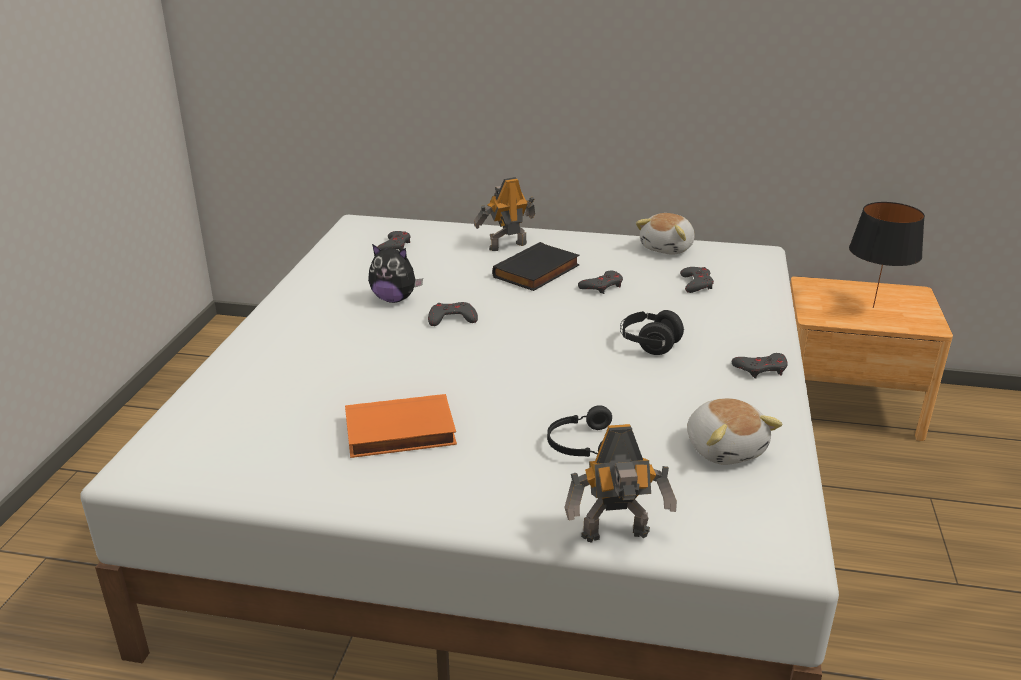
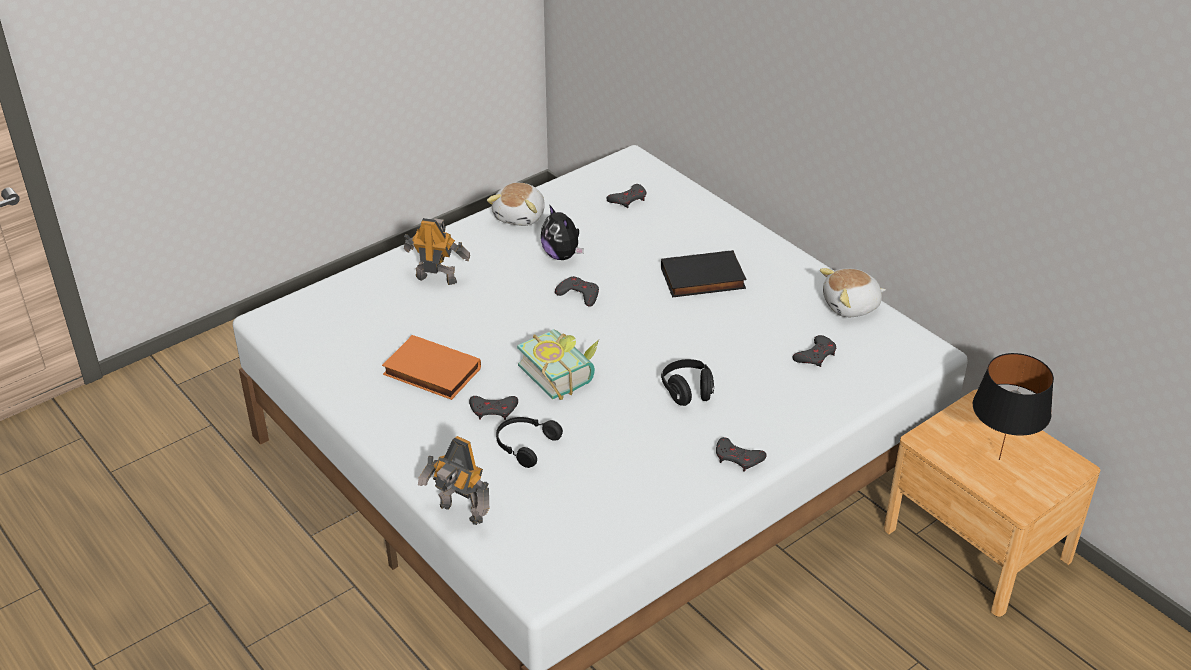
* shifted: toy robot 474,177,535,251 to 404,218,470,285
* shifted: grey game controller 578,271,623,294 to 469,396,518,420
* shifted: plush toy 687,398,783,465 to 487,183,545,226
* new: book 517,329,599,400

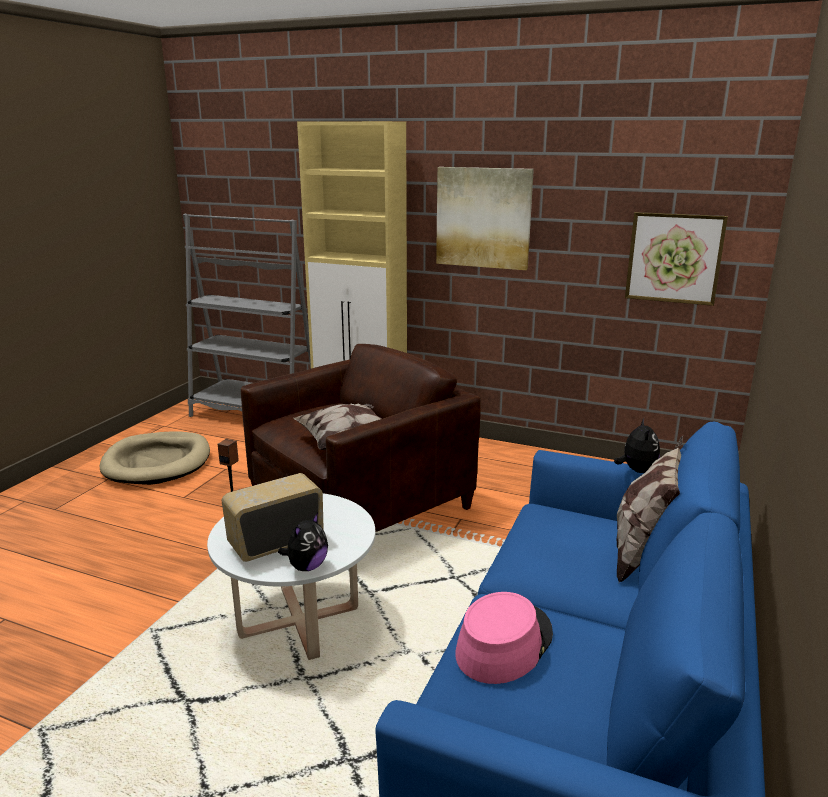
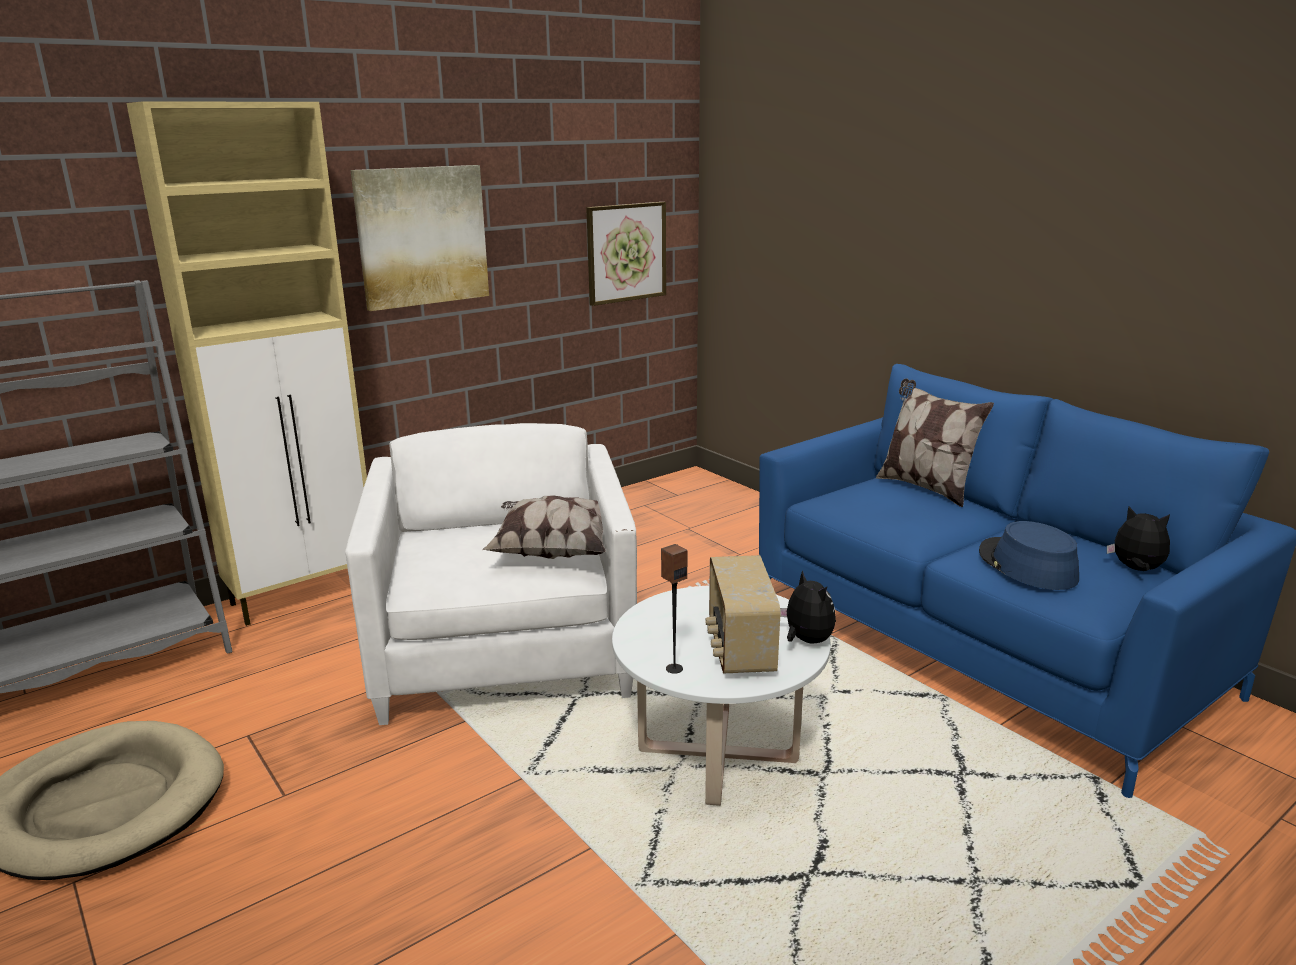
* repainted: brown armchair 241,344,481,532 to white armchair 345,423,637,725
* repainted: pink hat 455,592,553,684 to blue hat 979,521,1079,590
* shifted: plush toy 614,418,660,473 to 1107,507,1170,571

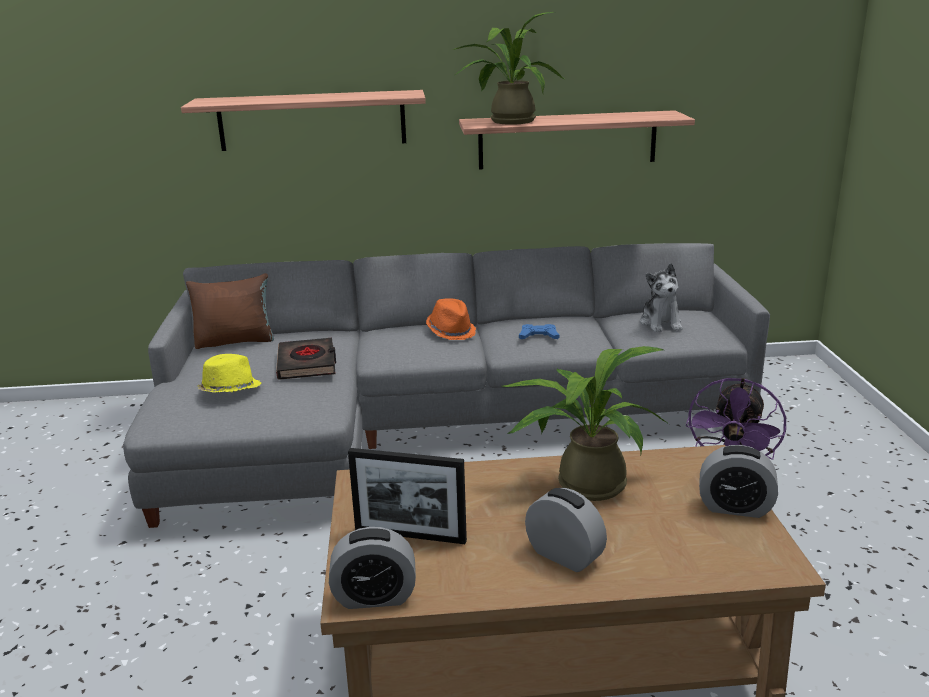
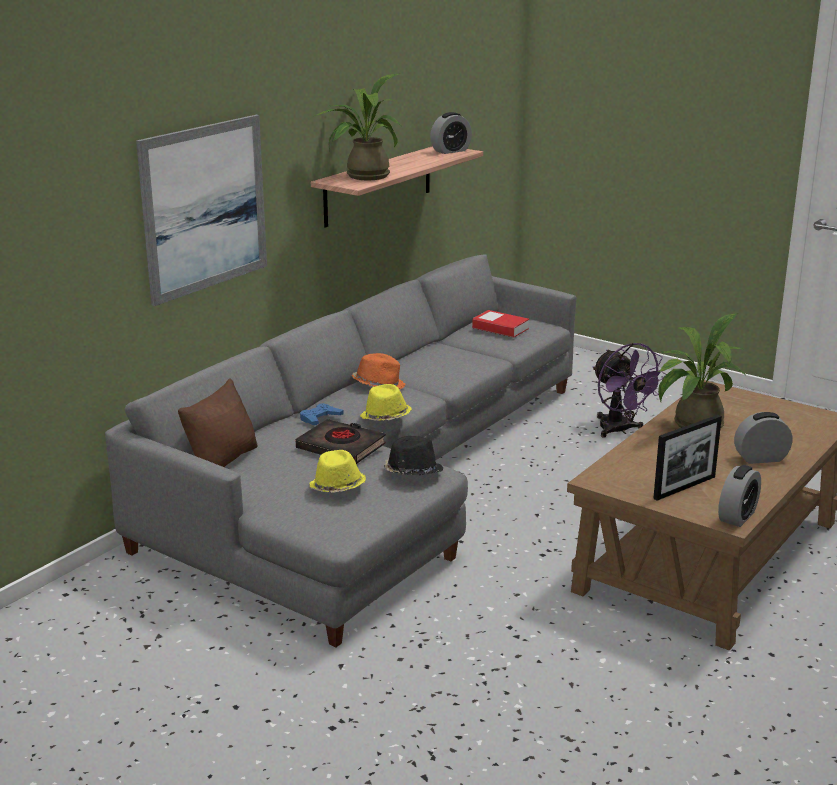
* swapped: shelf 181,90,426,151 to picture 136,115,267,306
* shifted: blue game controller 519,324,560,339 to 300,403,343,425
* new: yellow hat 360,384,412,421
* new: black hat 384,436,443,475
* shifted: alarm clock 699,445,778,518 to 430,112,472,154
* swapped: plush toy 640,263,683,332 to book 472,310,529,337

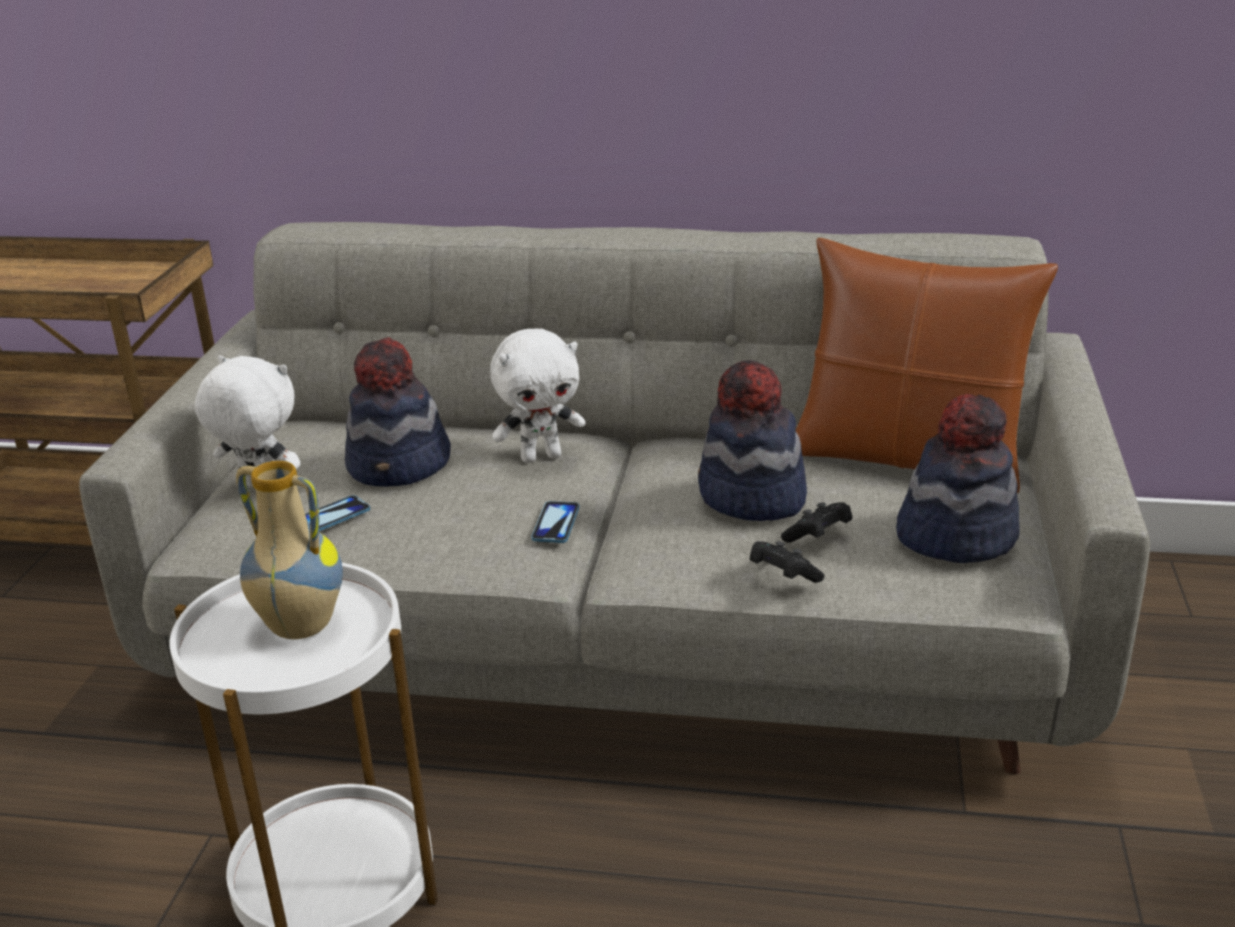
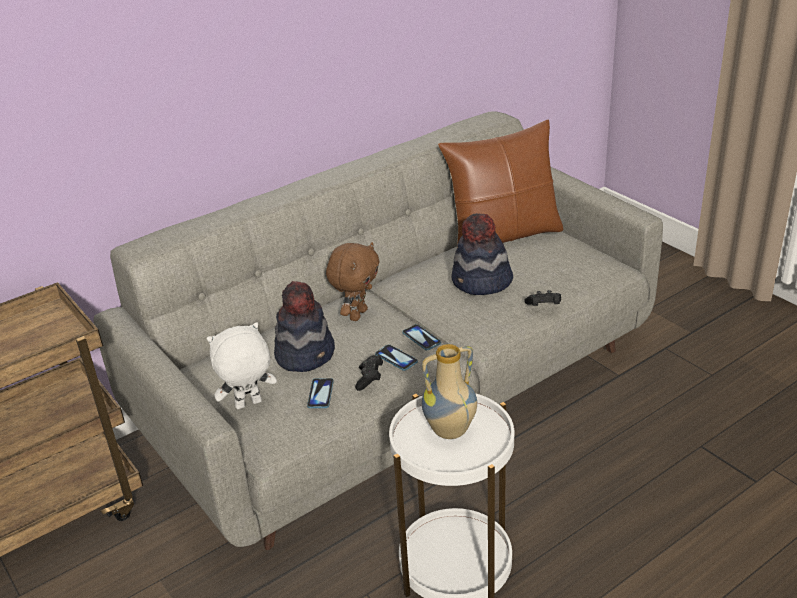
* repainted: white plush toy 490,329,585,463 to brown plush toy 326,242,379,321
* shifted: black game controller 781,502,852,543 to 355,355,383,391
* new: phone 375,344,418,371
* gone: hat 896,394,1020,563

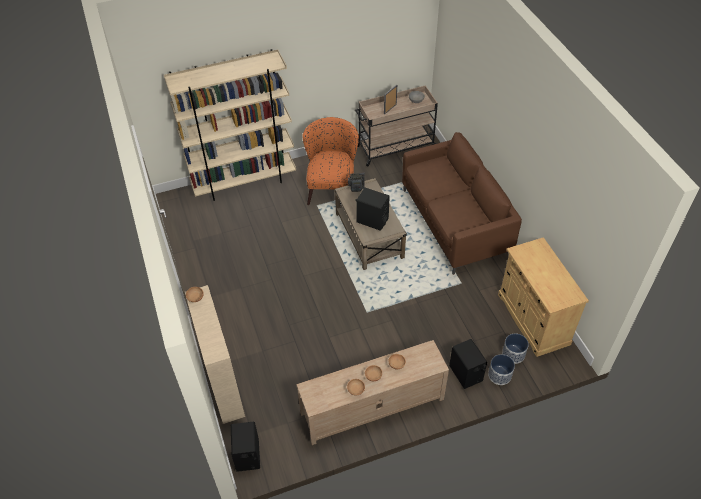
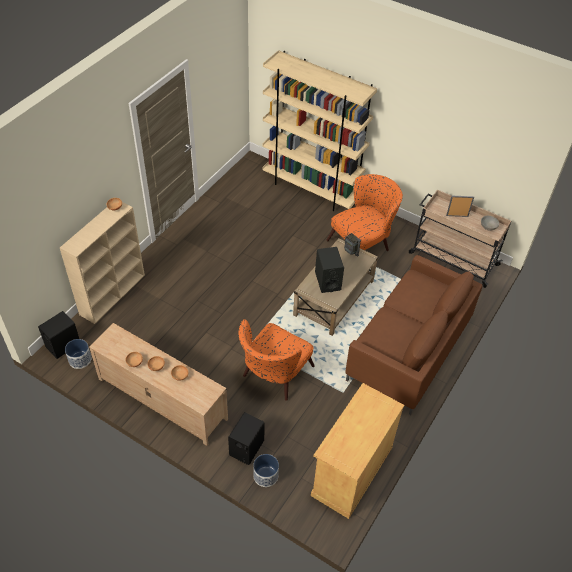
* shifted: planter 502,334,529,364 to 65,339,92,369
* new: orange armchair 239,319,315,401

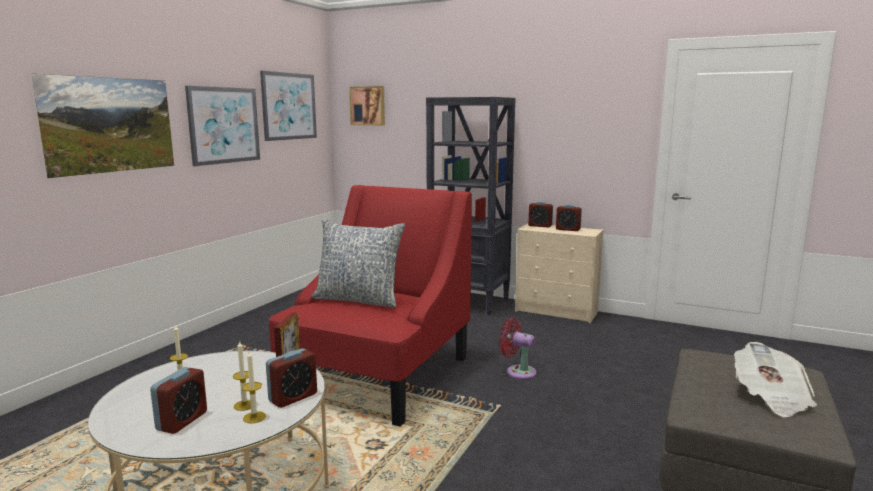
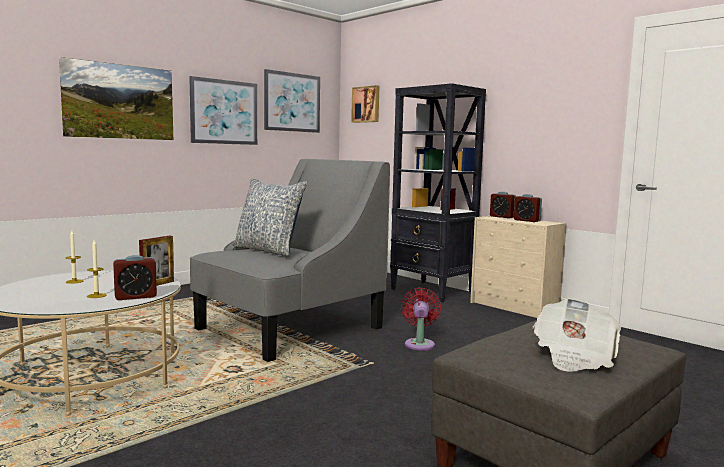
* repainted: red armchair 269,185,472,427 to grey armchair 190,159,390,362
* rotated: red fan 499,318,537,380 = 401,288,441,350 45 degrees clockwise
* gone: alarm clock 150,367,207,434
* gone: candle 242,351,266,423

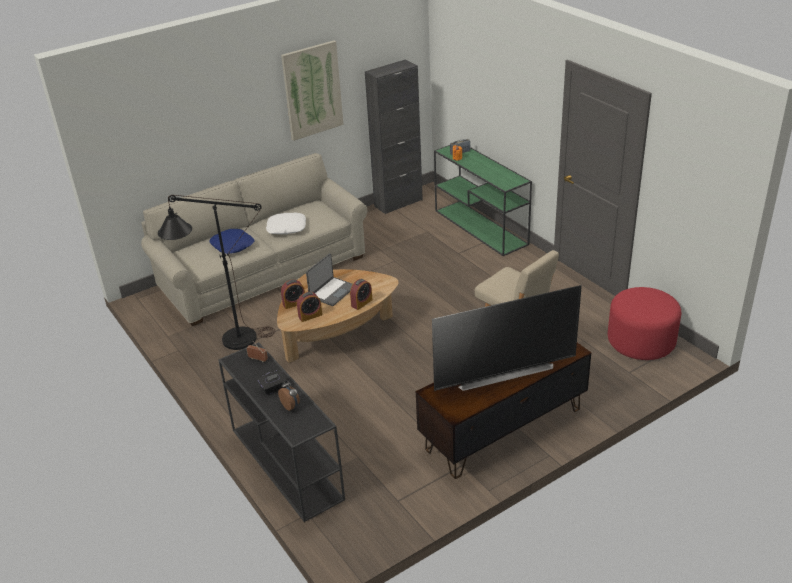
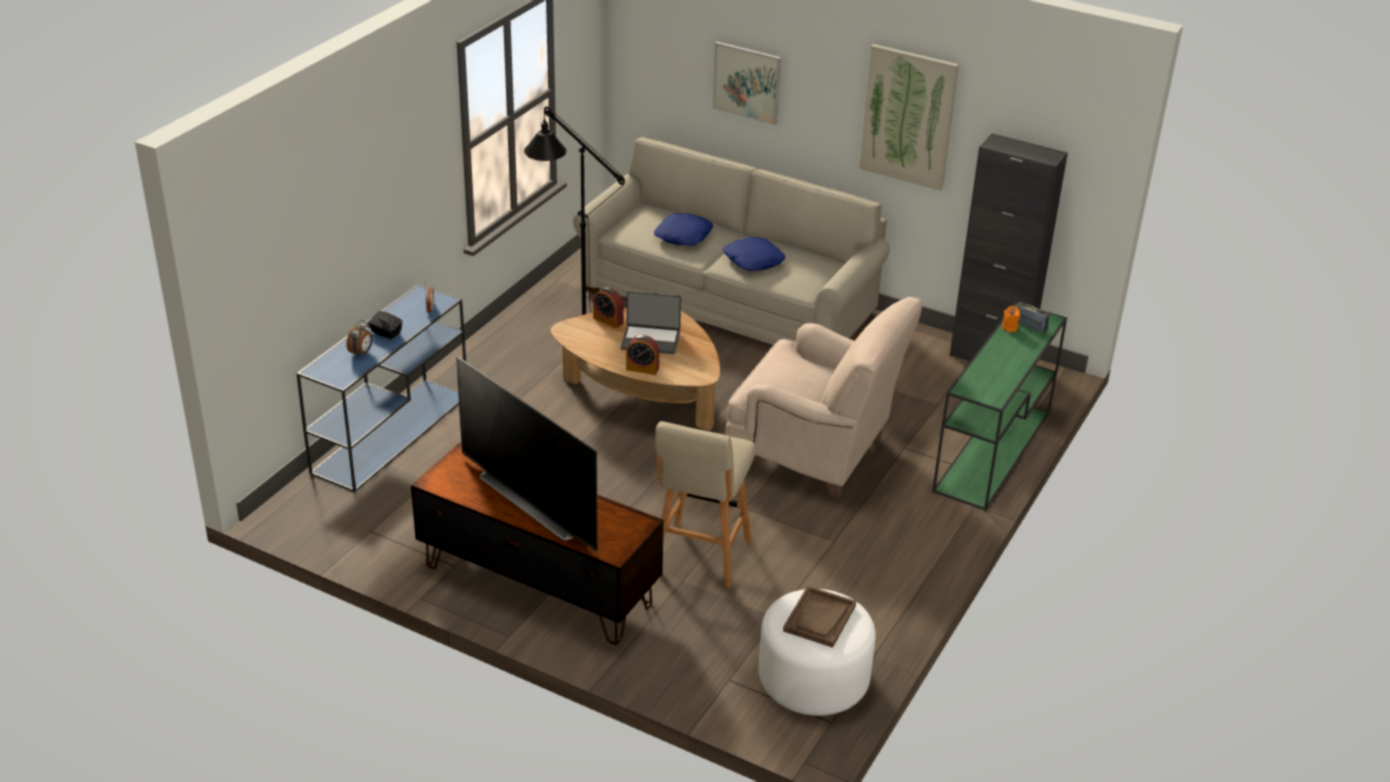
* repainted: black console table 218,342,345,522 to blue console table 296,284,466,492
* new: picture 712,41,782,125
* repainted: white pillow 266,212,306,234 to blue pillow 723,237,785,271
* new: beige armchair 726,297,923,499
* repainted: red ottoman 608,287,681,360 to white ottoman 759,589,876,716
* new: brown tray 783,586,856,648
* gone: alarm clock 297,292,322,322

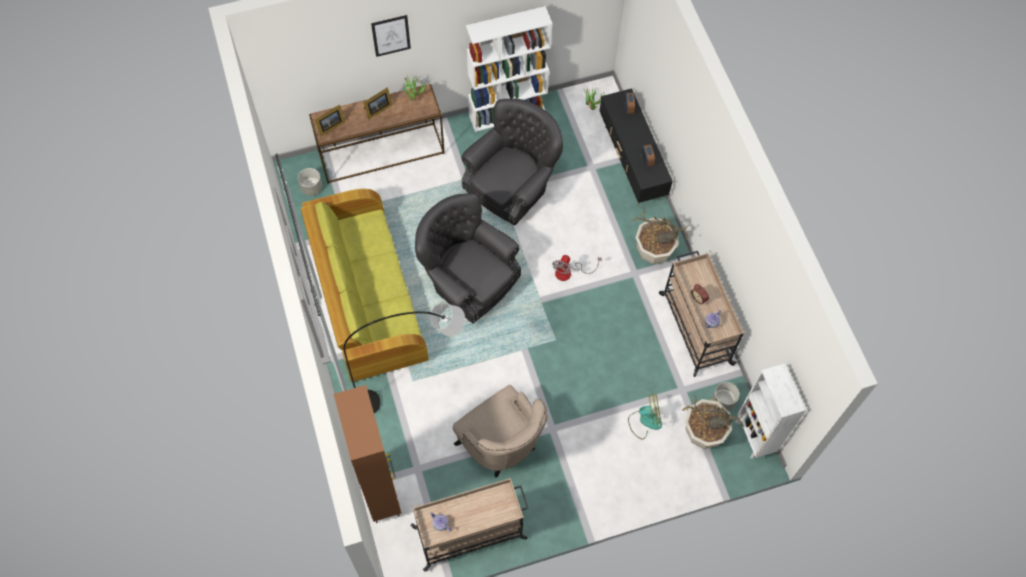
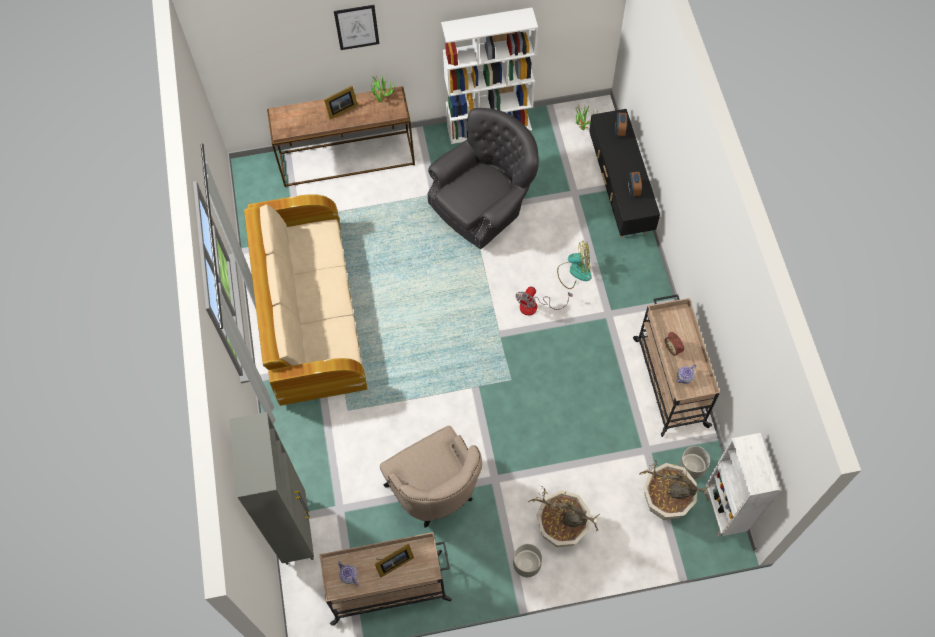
* repainted: brown cabinet 334,385,401,523 to grey cabinet 229,412,314,565
* repainted: green sofa 301,189,429,382 to beige sofa 244,195,367,406
* shifted: picture frame 315,105,345,136 to 375,544,414,577
* shifted: grey planter 298,168,322,196 to 513,544,542,577
* shifted: potted plant 631,206,689,264 to 528,487,600,547
* shifted: fan 628,393,662,439 to 557,241,592,289
* gone: grey floor lamp 344,303,465,413
* gone: grey armchair 415,193,521,323

